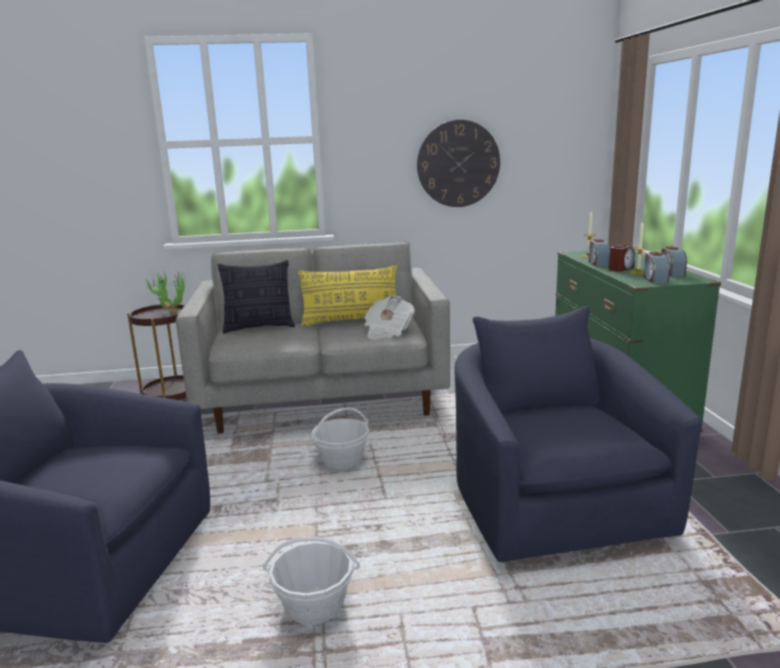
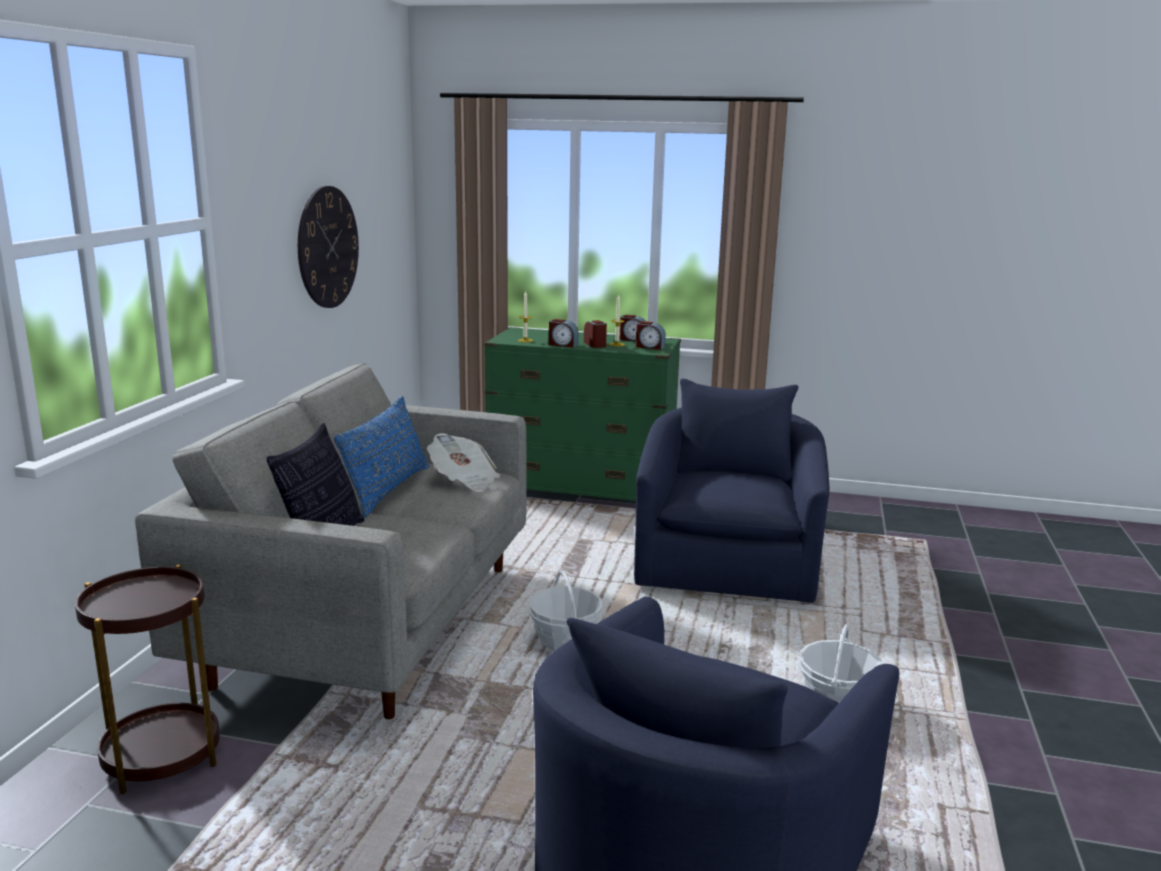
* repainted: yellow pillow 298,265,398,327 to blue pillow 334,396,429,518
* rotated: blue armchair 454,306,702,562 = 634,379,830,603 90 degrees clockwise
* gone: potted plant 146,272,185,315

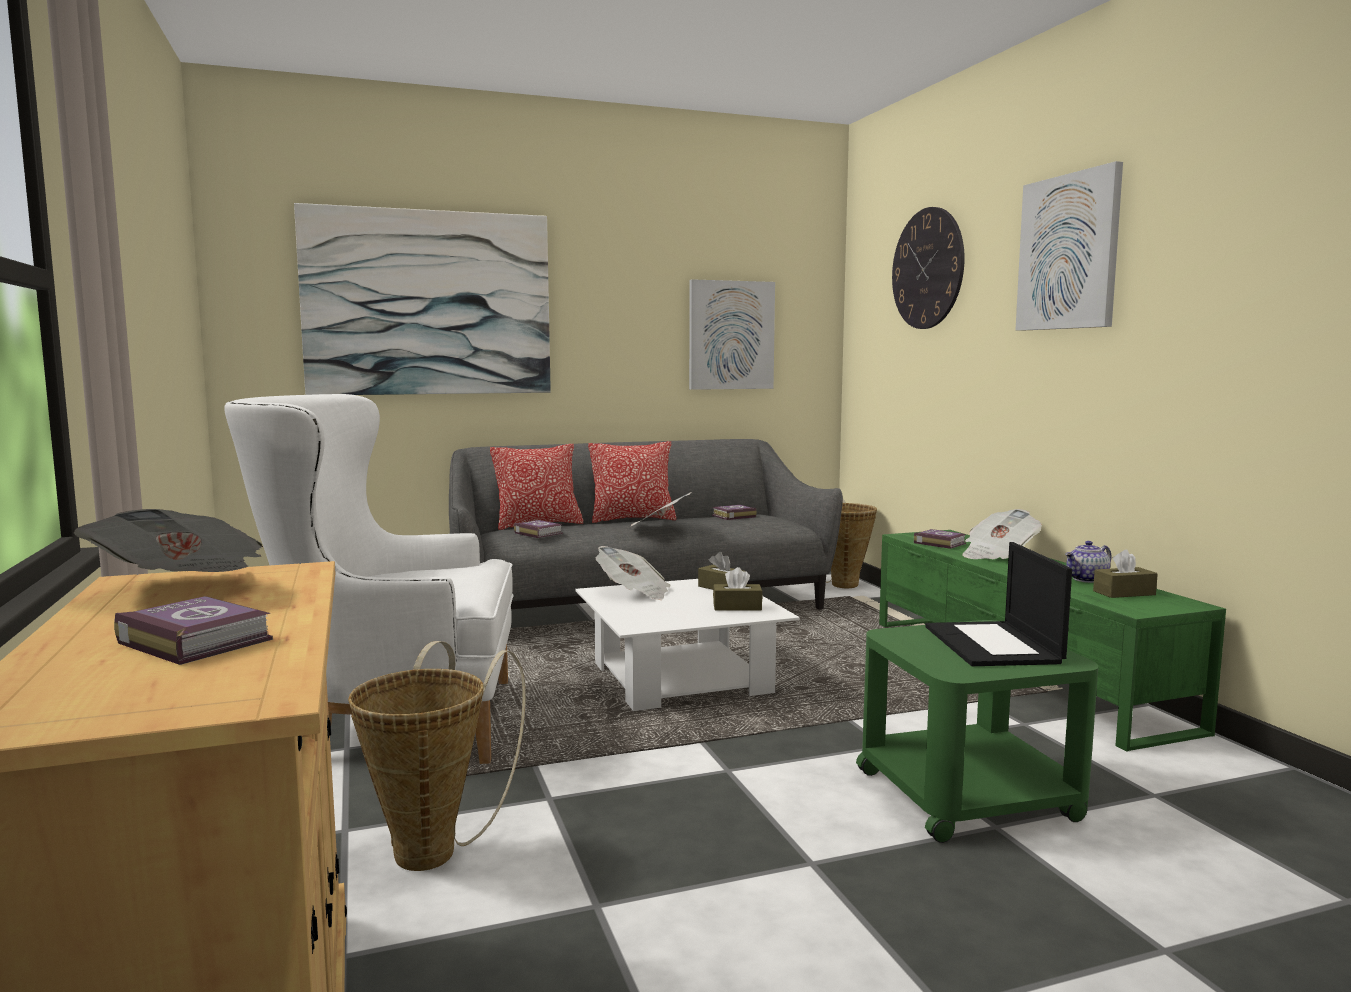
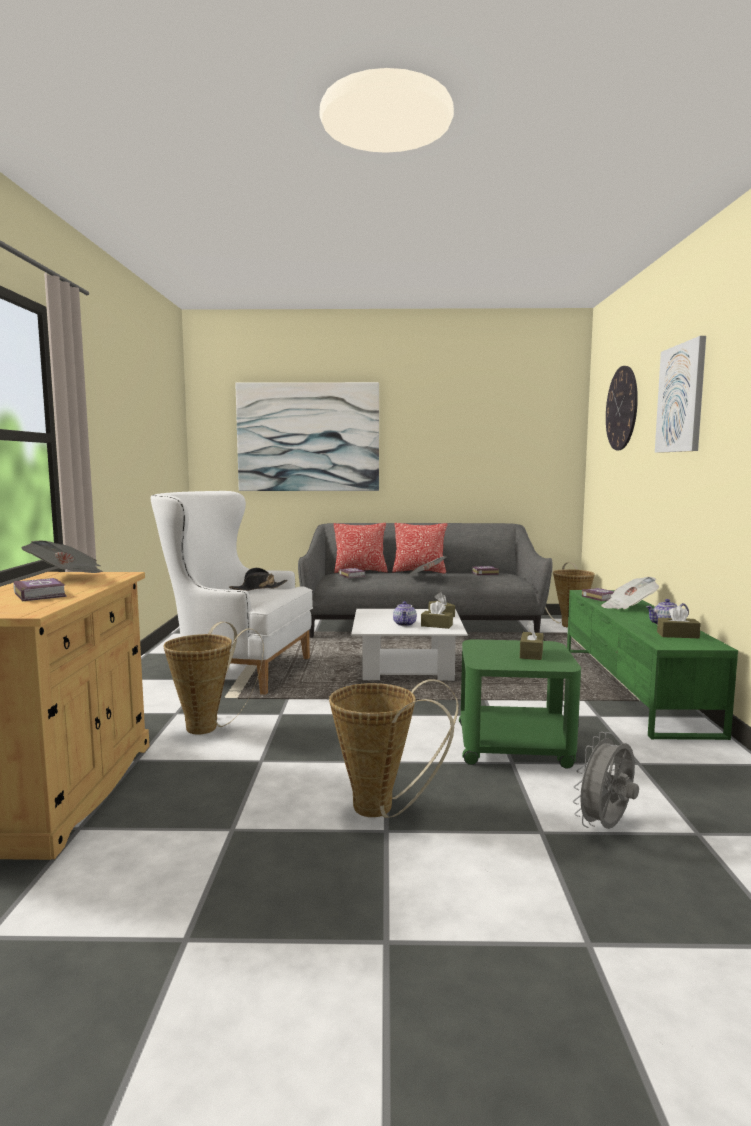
* new: black hat 229,568,288,591
* new: basket 329,679,459,818
* new: teapot 393,601,417,626
* swapped: laptop 925,542,1072,666 to brown tissue box 520,621,544,660
* new: grey fan 573,732,639,829
* gone: newspaper 596,546,671,600
* gone: picture 689,279,775,390

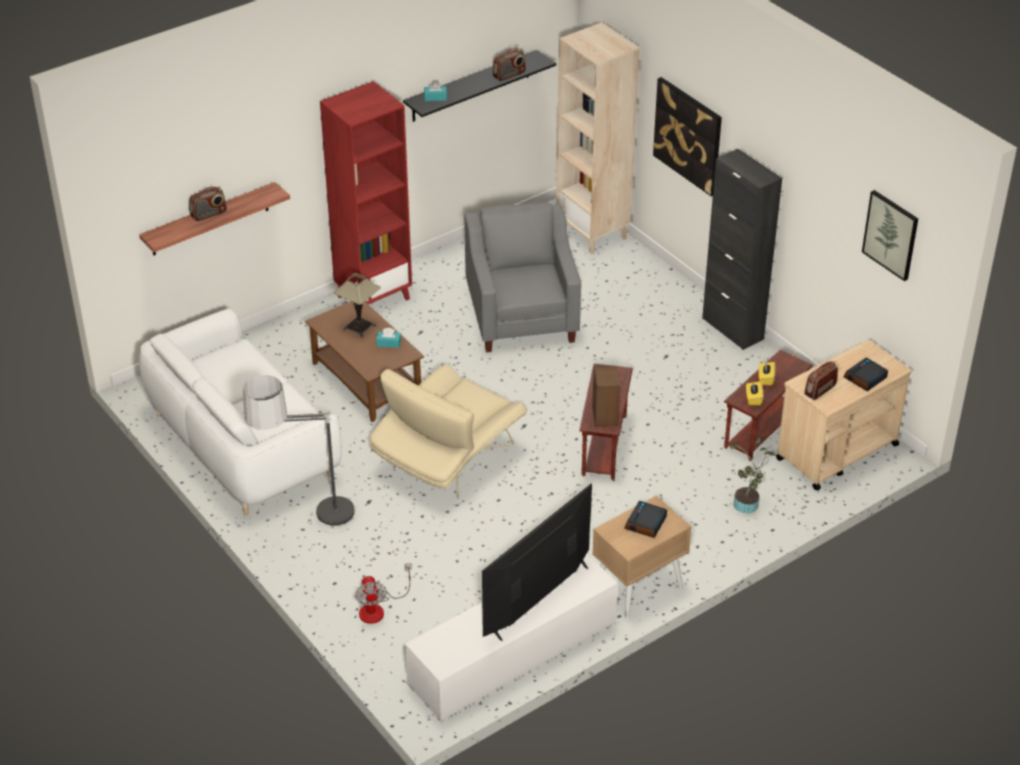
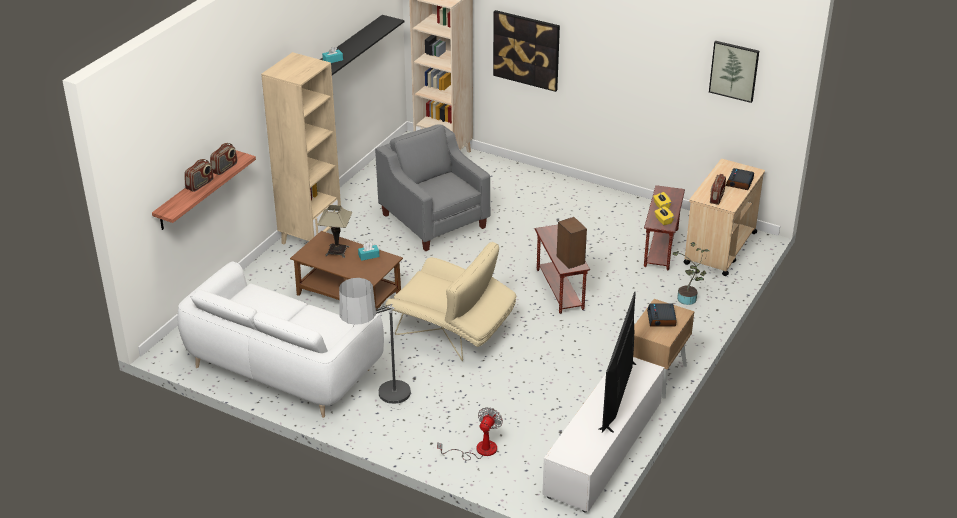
* shifted: radio 493,48,526,81 to 210,143,237,175
* repainted: red bookcase 320,81,412,304 to beige bookcase 261,52,341,244
* rotated: beige armchair 370,365,527,499 = 385,242,516,361 75 degrees counterclockwise
* rotated: fan 355,563,412,624 = 437,407,503,460 120 degrees counterclockwise
* gone: black cabinet 702,149,782,350

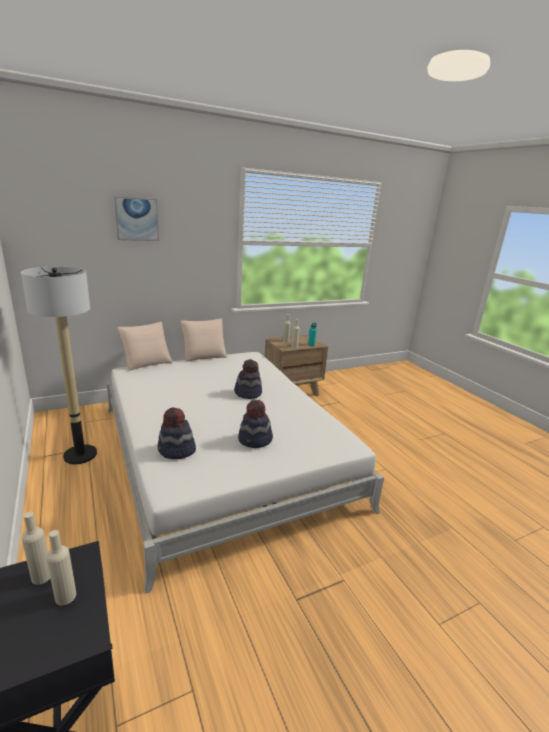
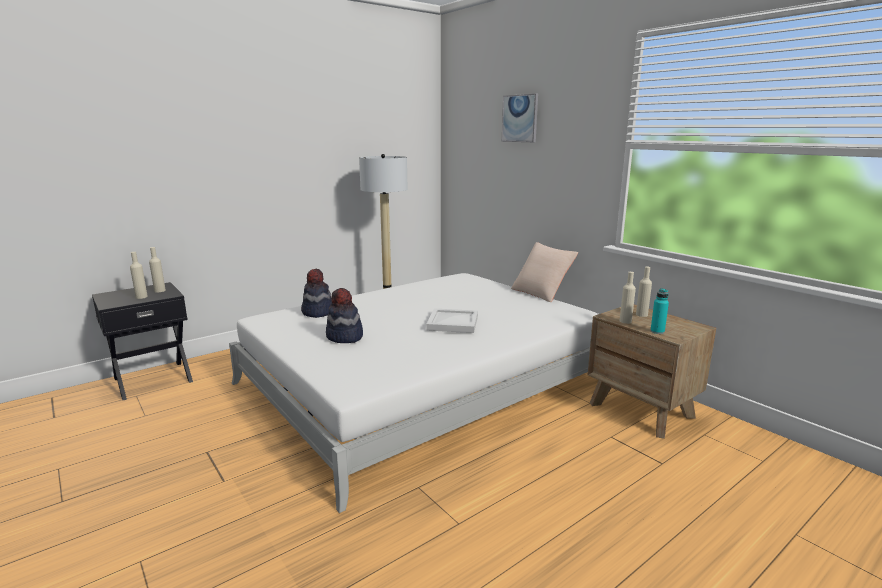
* swapped: hat 234,359,262,399 to white tray 426,309,478,333
* gone: beige pillow 117,322,173,371

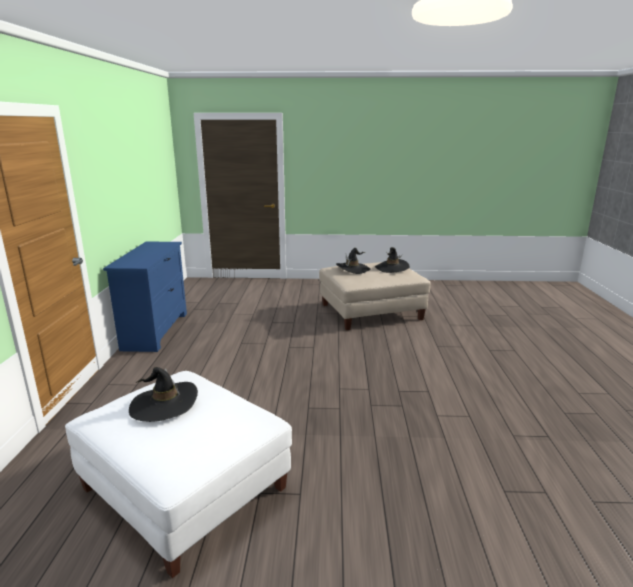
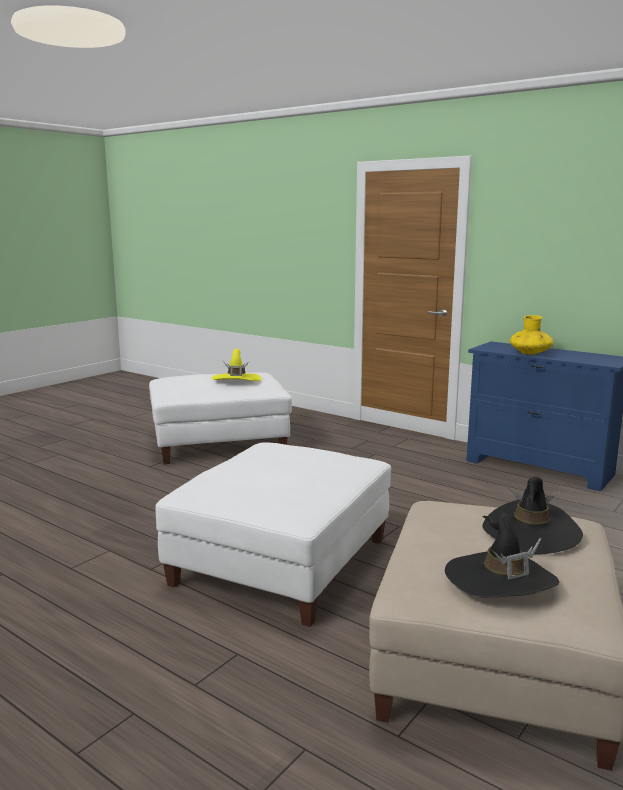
* new: white ottoman 155,443,391,627
* repainted: black hat 129,367,198,422 to yellow hat 212,349,262,381
* new: yellow vase 510,315,554,354

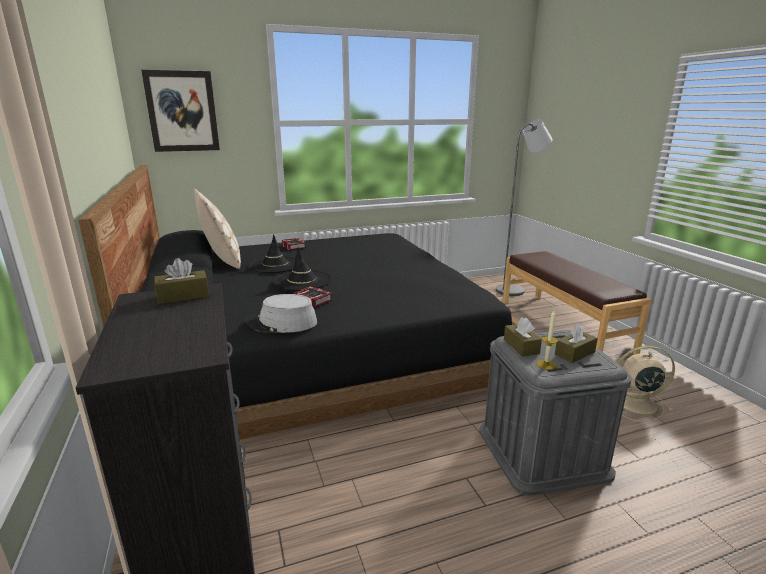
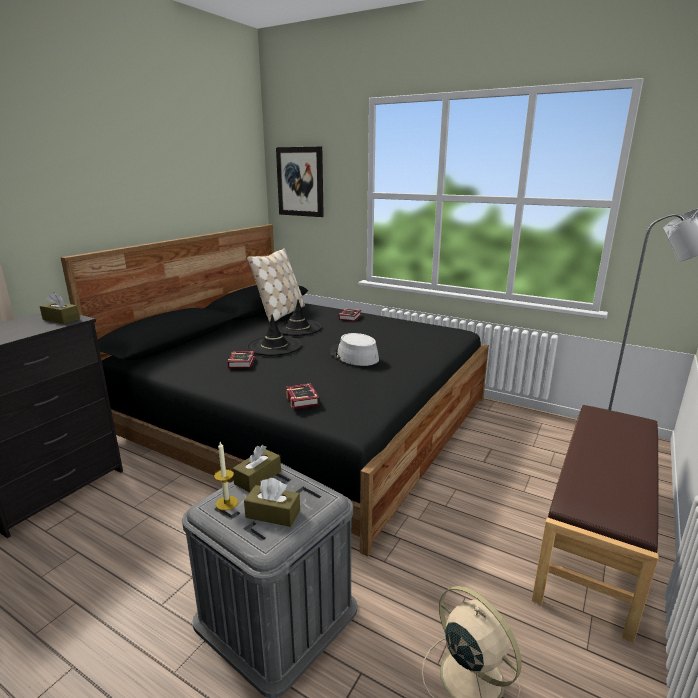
* new: book 286,383,320,409
* shifted: grey hat 245,294,317,333 to 330,333,379,366

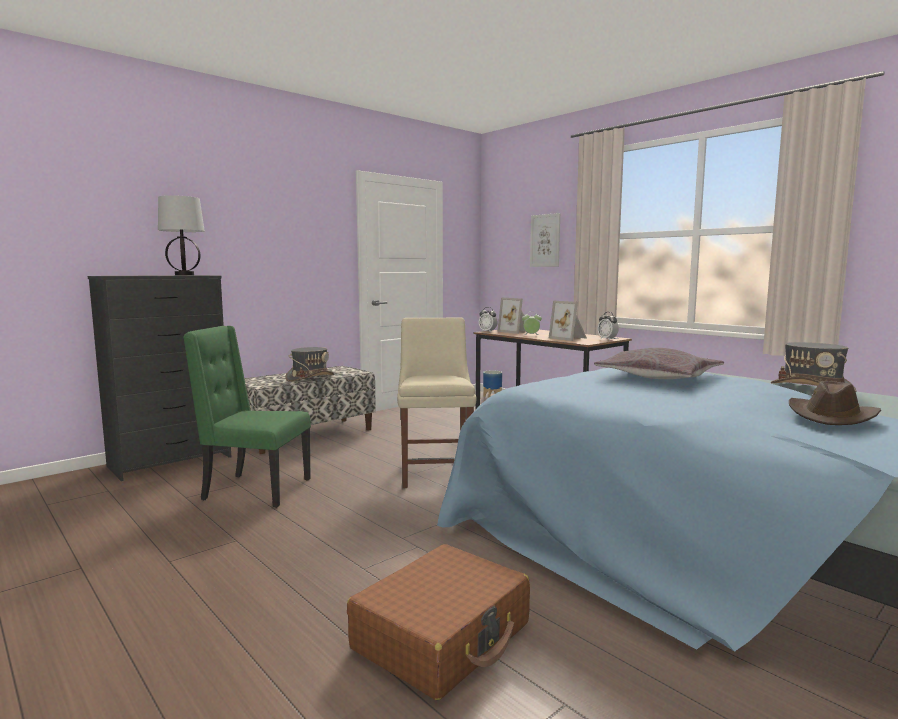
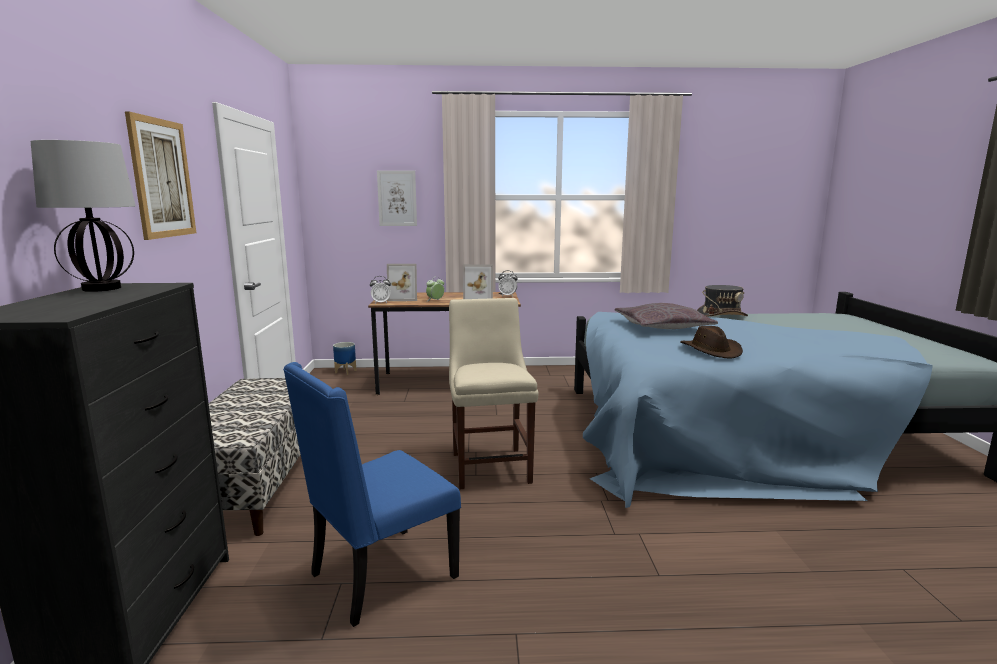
* new: picture 125,111,196,240
* repainted: green chair 183,326,311,508 to blue chair 283,362,461,627
* rotated: beige chair 397,317,477,488 = 449,298,539,489 45 degrees clockwise
* shifted: brown hat 789,381,881,425 to 680,326,743,359
* gone: grey hat 285,347,334,382
* gone: brown suitcase 347,544,530,700

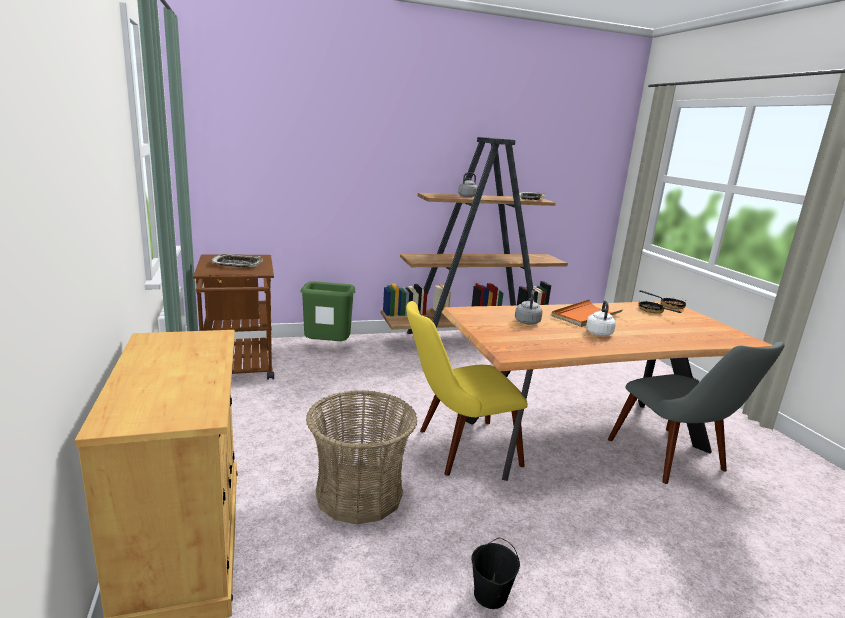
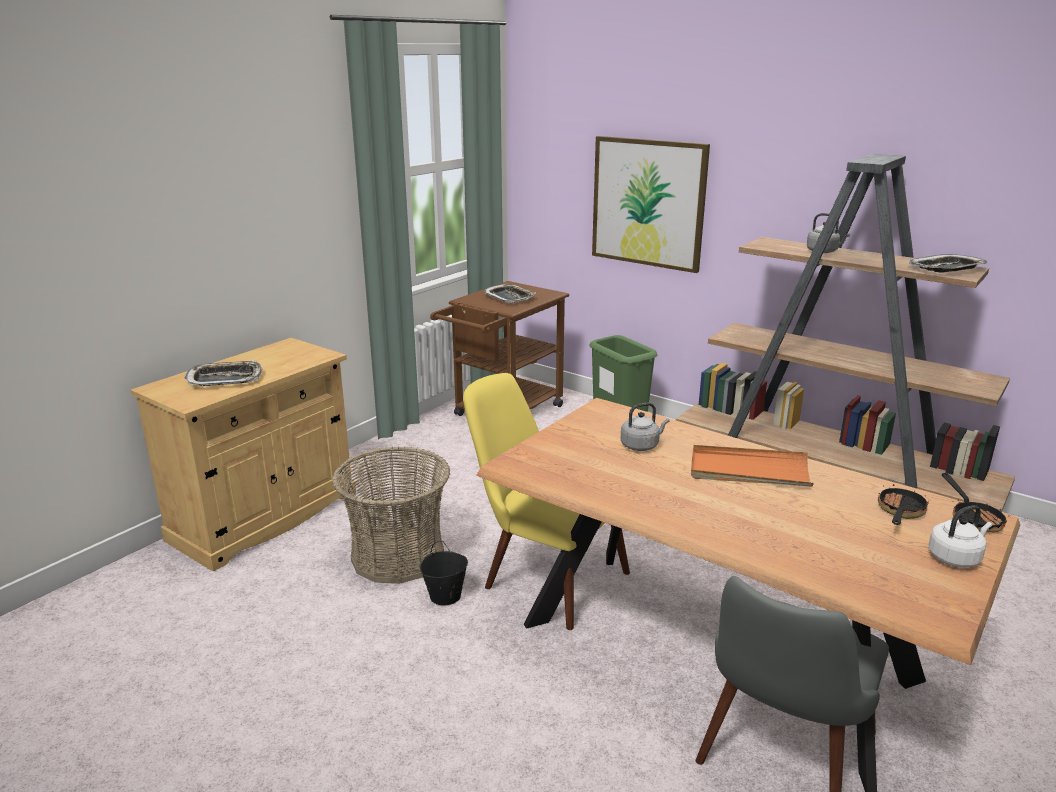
* new: tray 185,360,262,386
* shifted: black bucket 471,538,520,609 to 420,541,468,605
* new: picture 592,136,710,273
* shifted: white kettle 586,300,616,336 to 928,505,992,568

